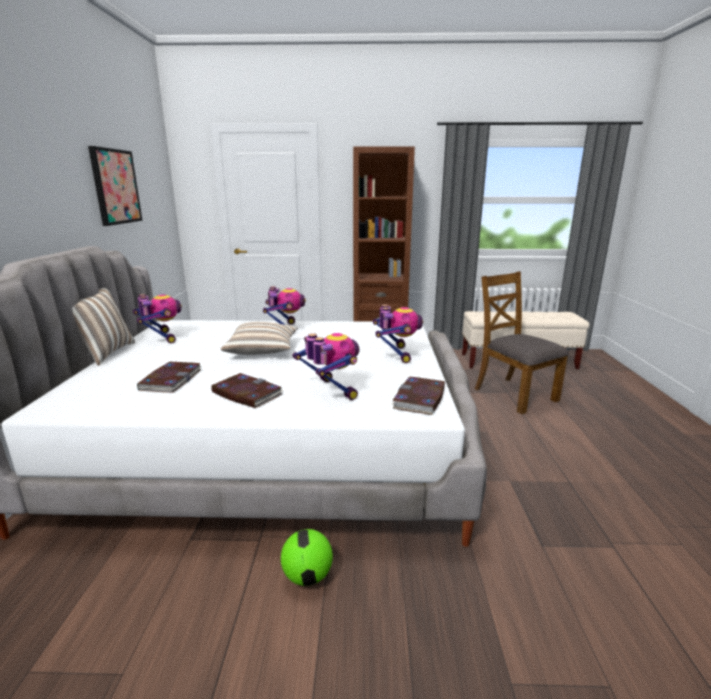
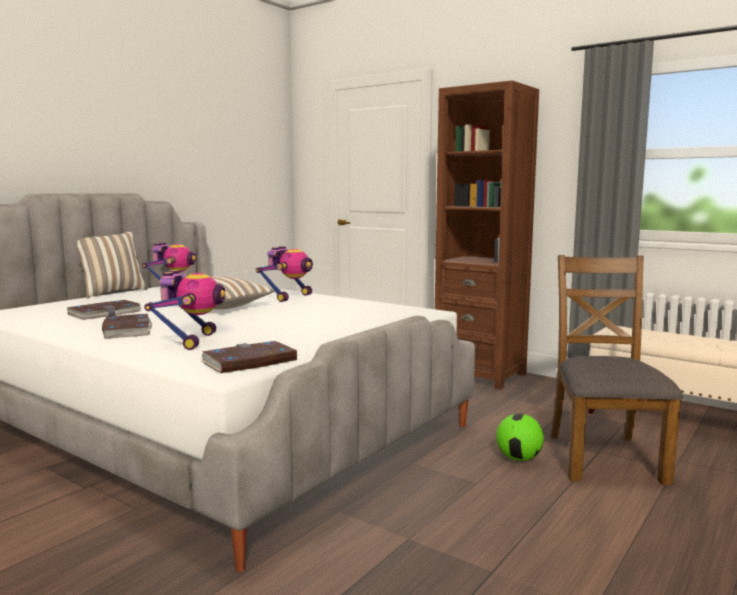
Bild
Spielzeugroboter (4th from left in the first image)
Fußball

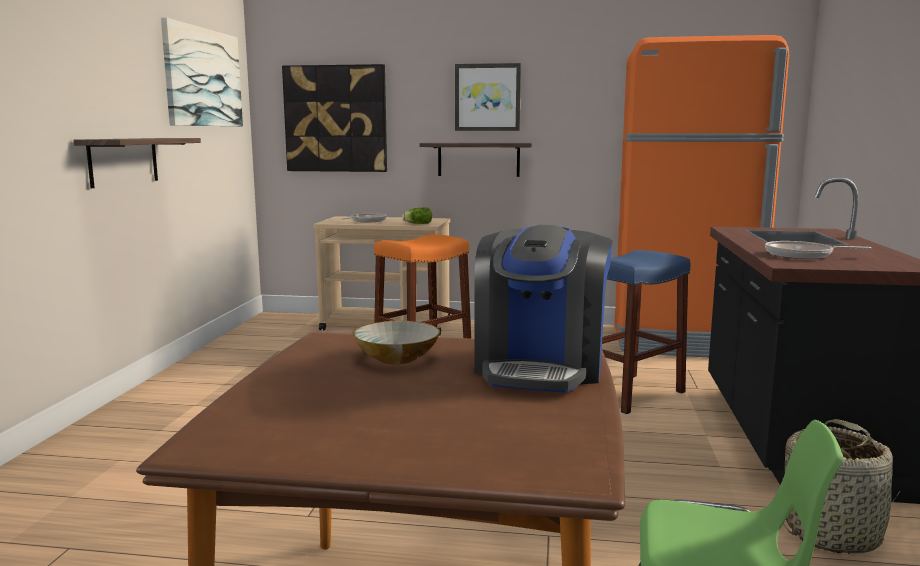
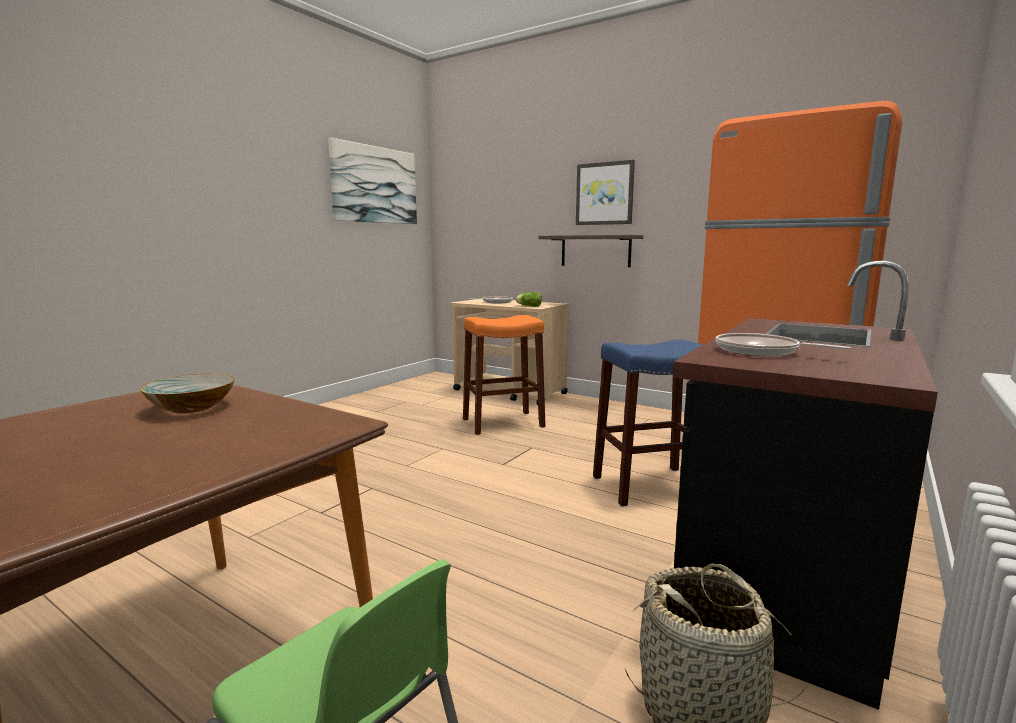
Wandregal (1st from left in the first image)
Bild (2nd from left in the first image)
Kaffeemaschine

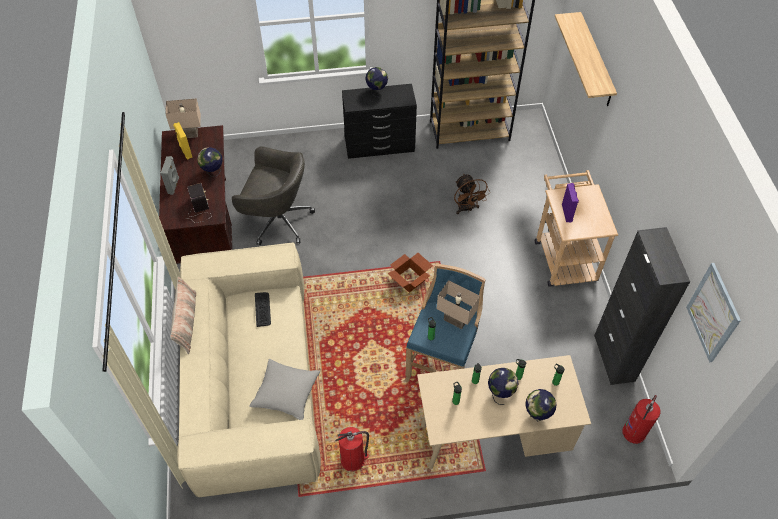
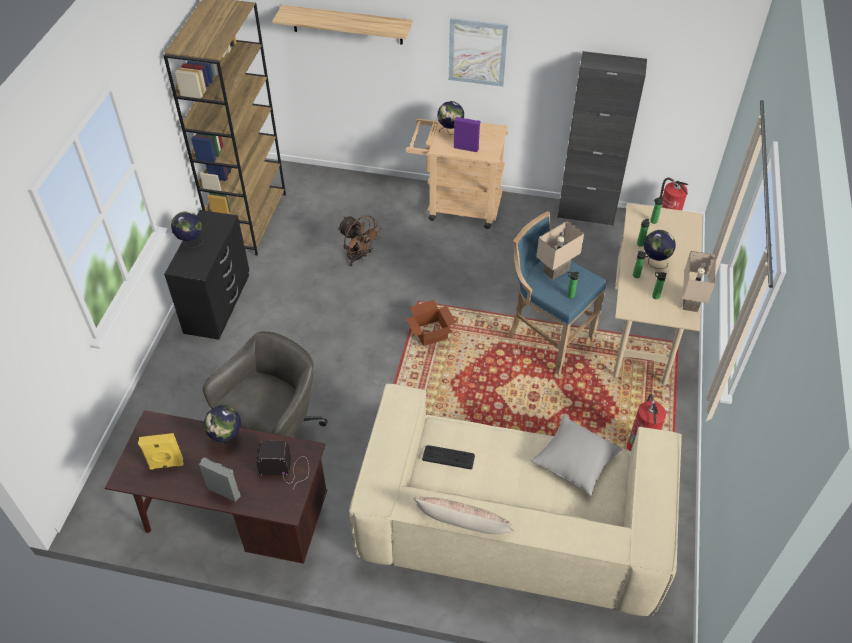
Tischlampe/beige (2nd from left)
Globus (3rd from left)
Bild
Ventilator/braun

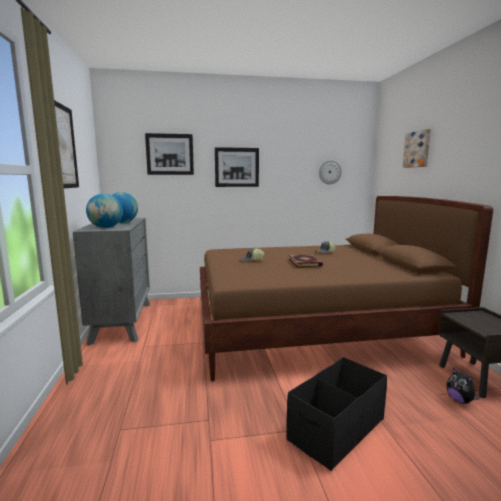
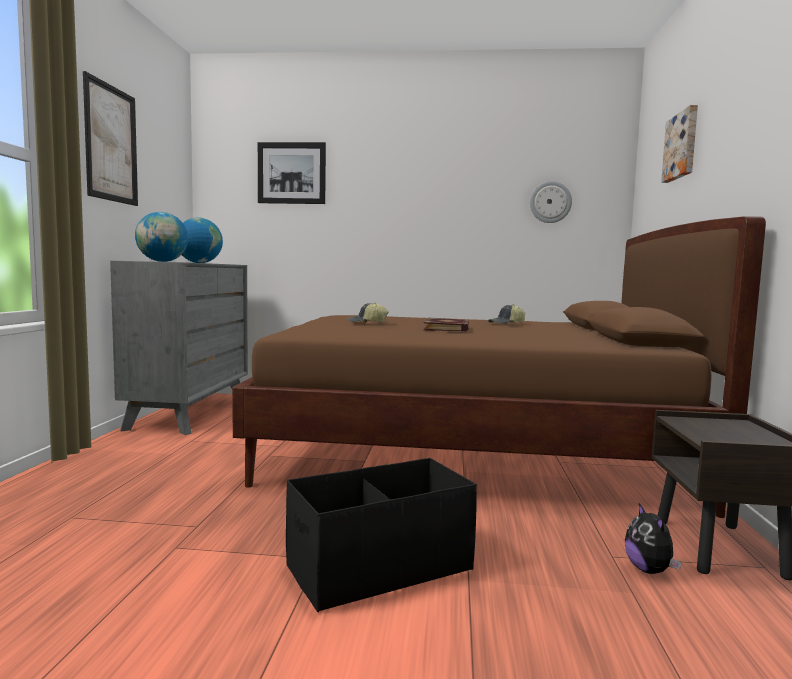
Bild (3rd from left in the first image)

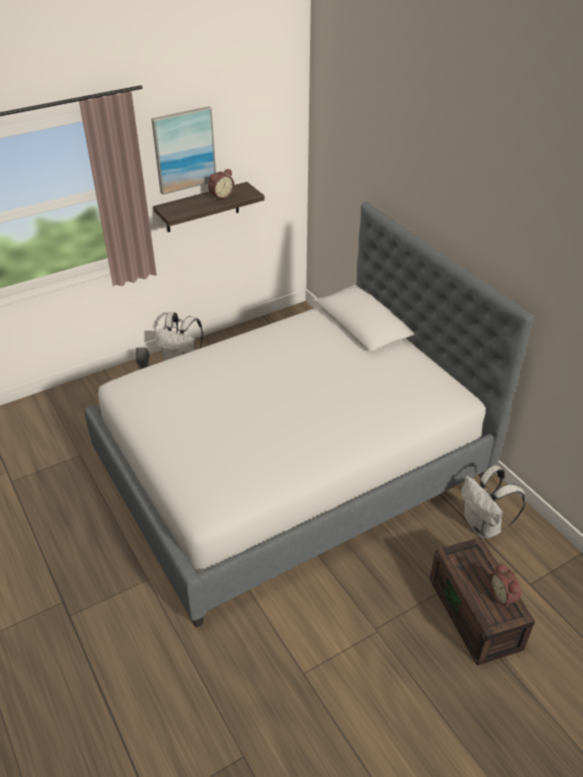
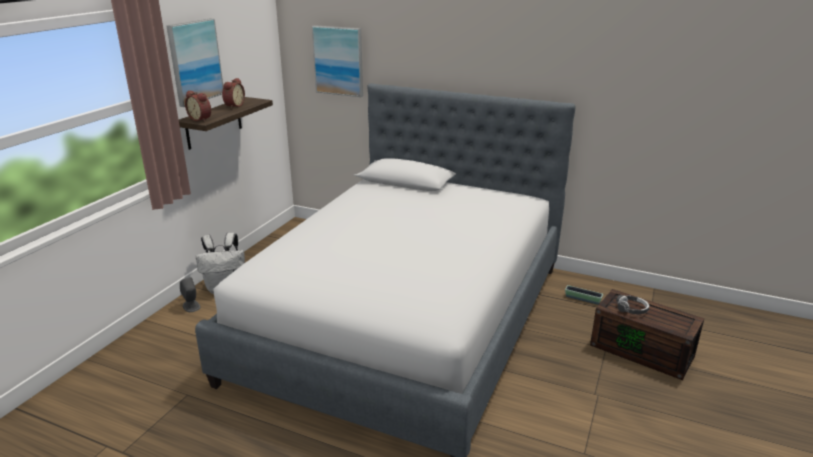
Bild (2nd from left)
Kopfhörer
Wecker (1st from left)
Pflanzkübel

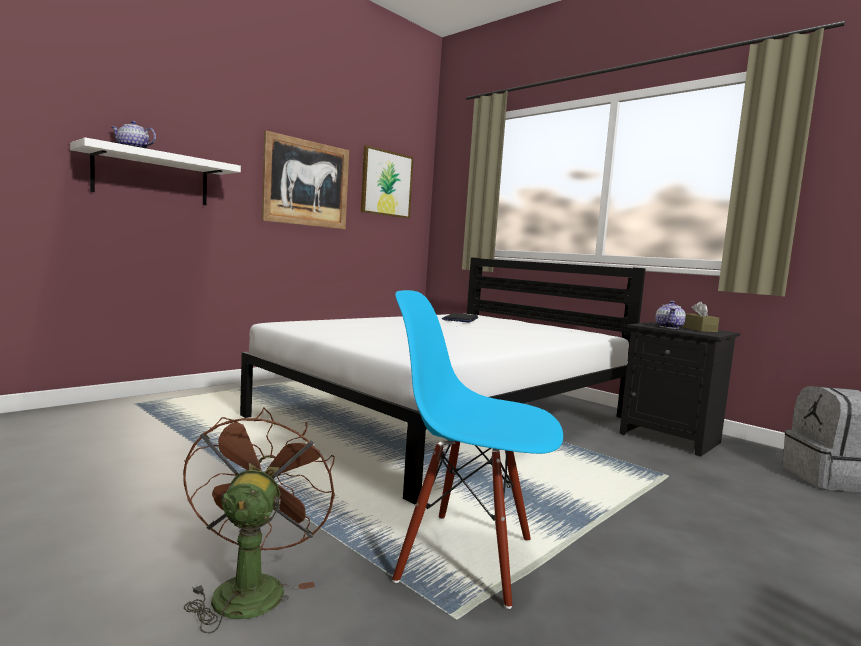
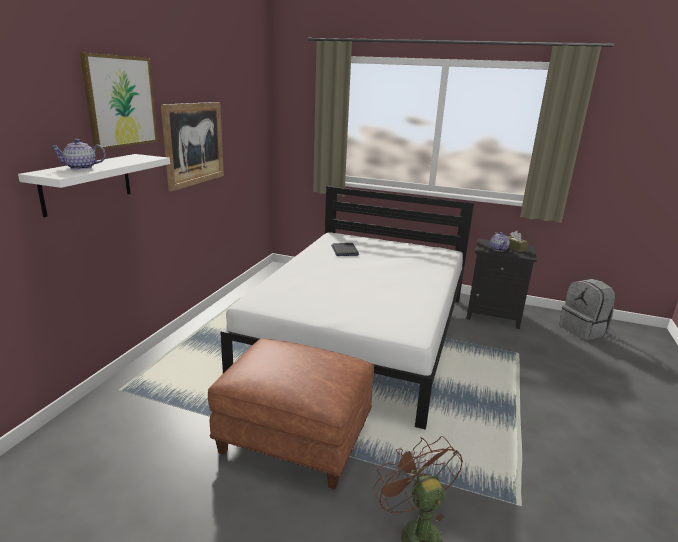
Stuhl/blau
Polsterhocker/braun
Bild (1st from left)

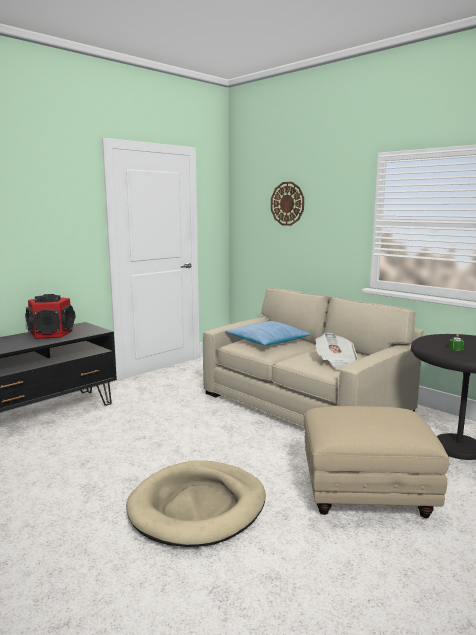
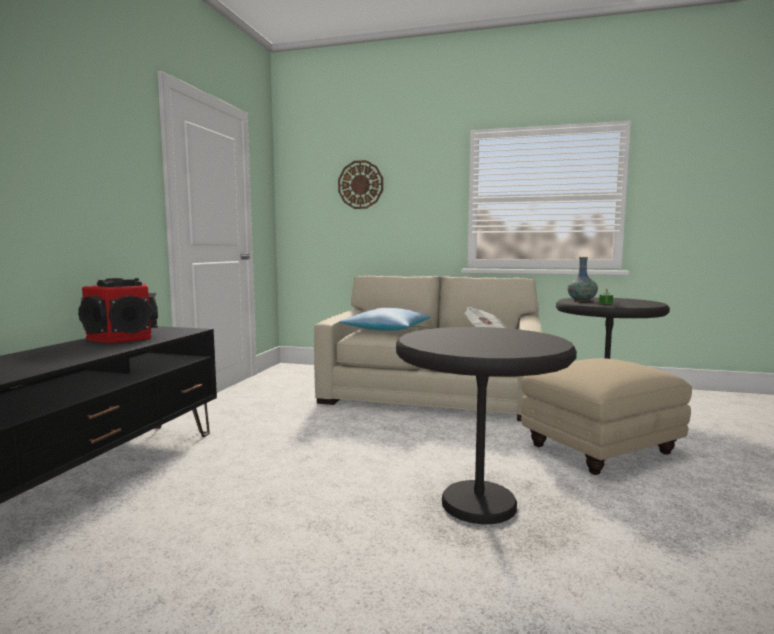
Vase
Beistelltisch/schwarz (1st from left)

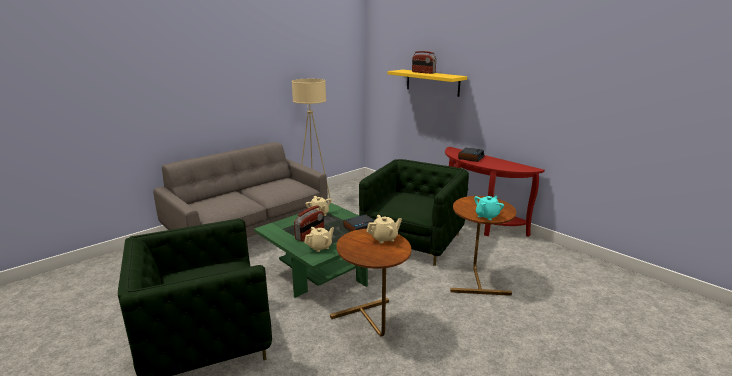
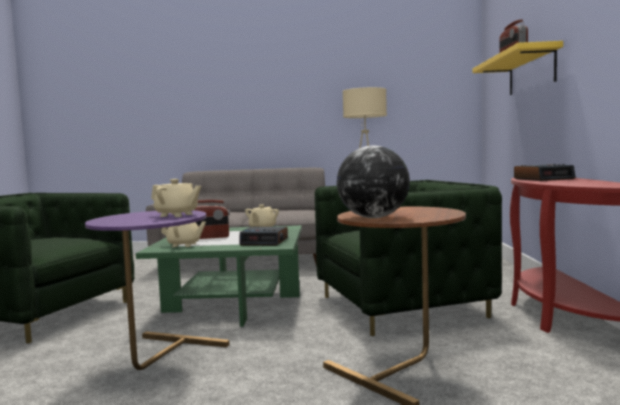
Globus
Beistelltisch/lila

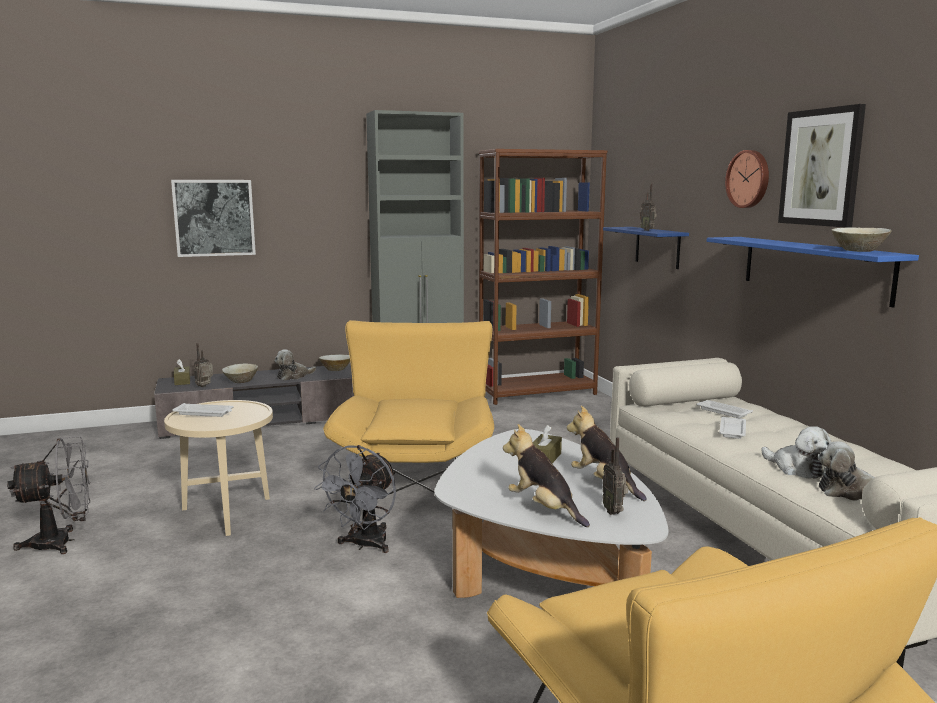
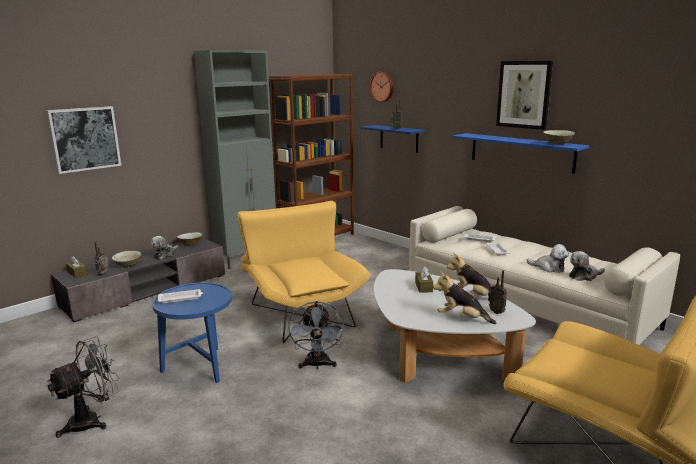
Wanduhr
Beistelltisch/blau

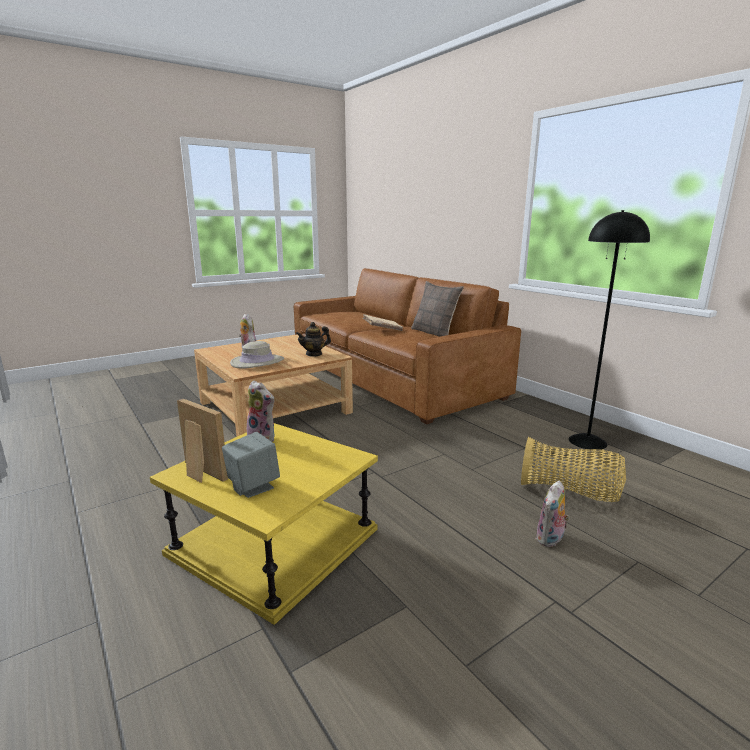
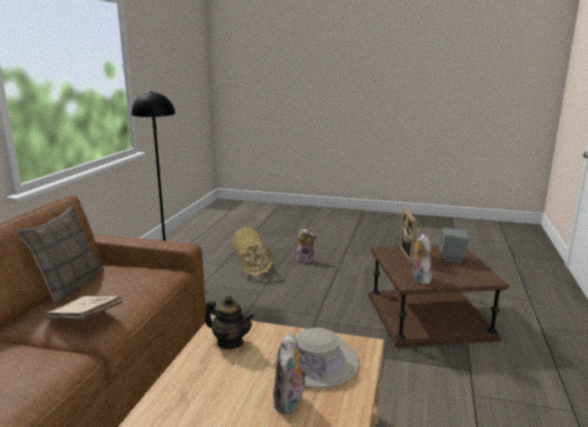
Bilderrahmen
Beistelltisch/braun

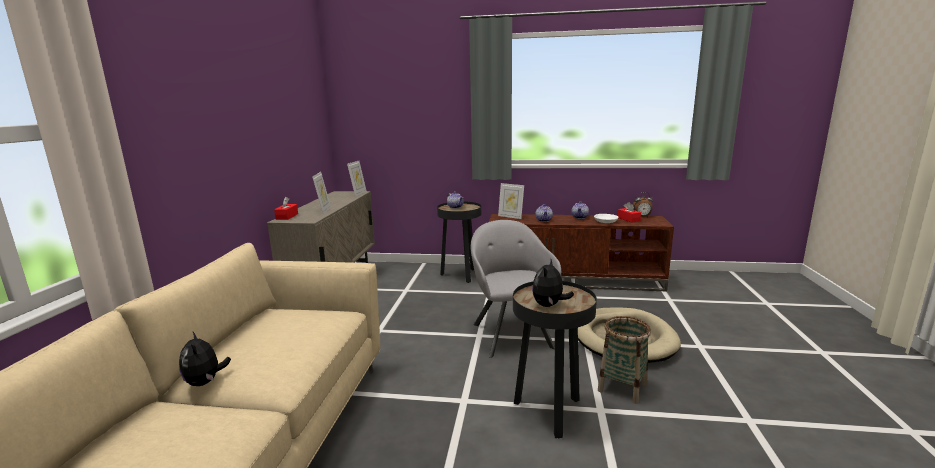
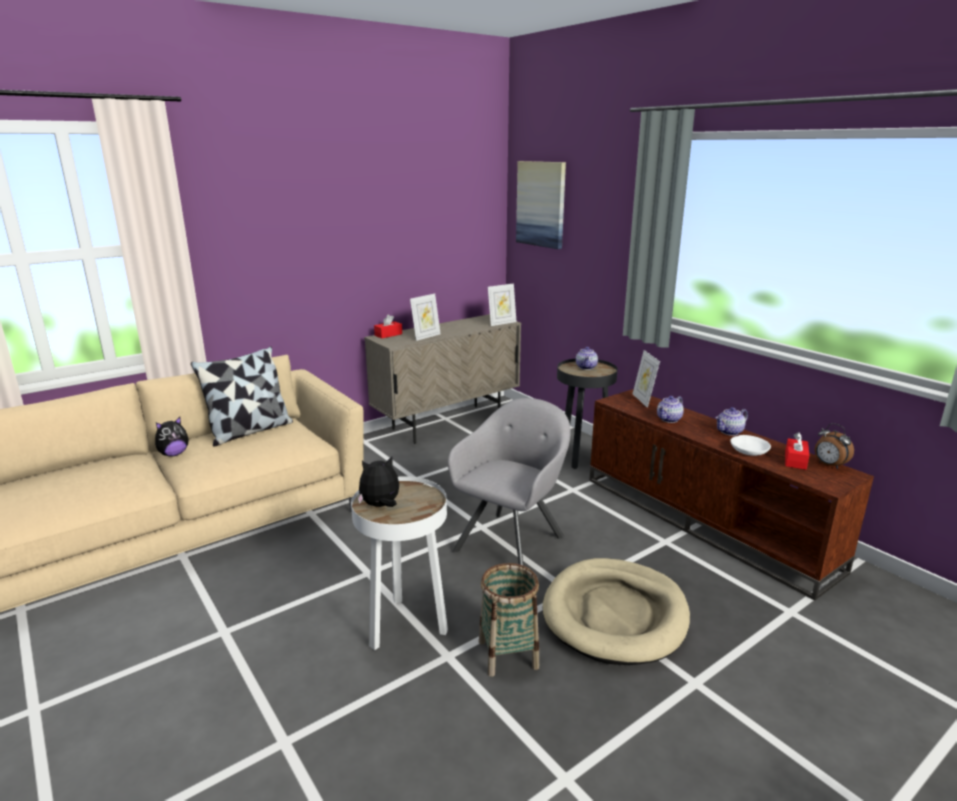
Kissen
Bild
Beistelltisch/weiß
Plüschtier (1st from left)

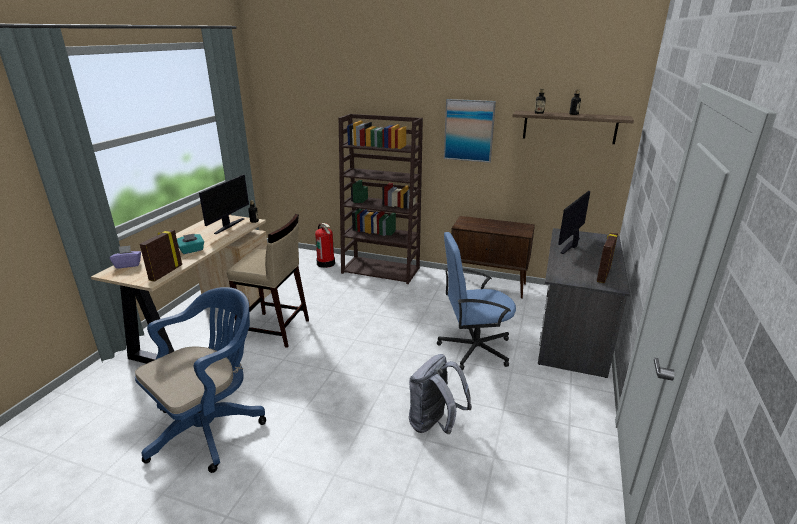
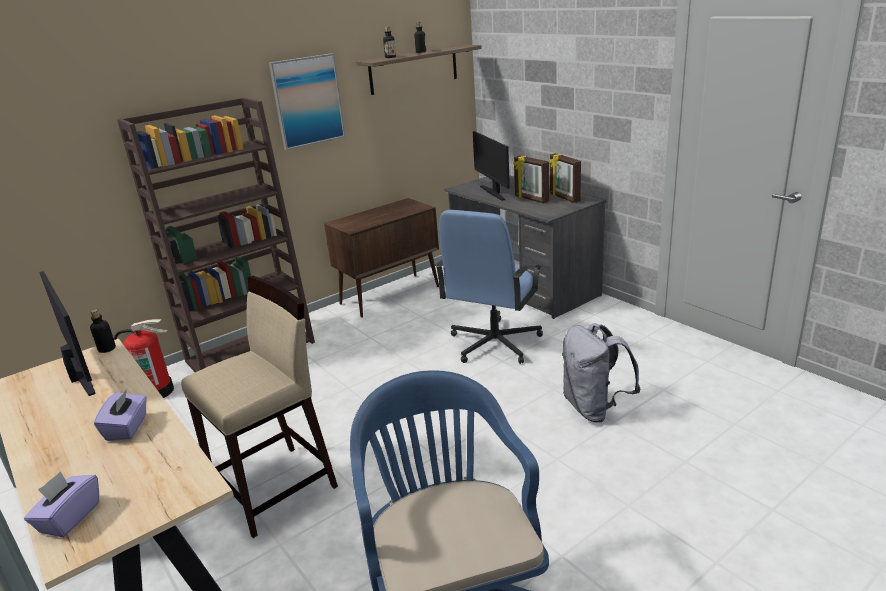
Bilderrahmen (1st from left)
Taschentuchbox/lila (2nd from left)

